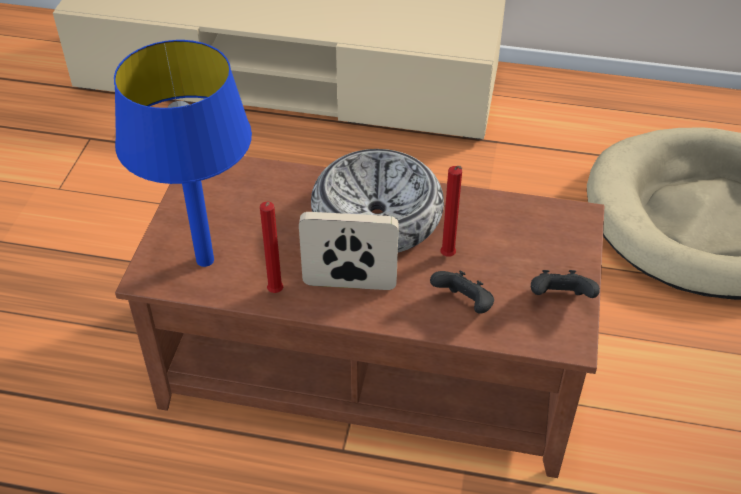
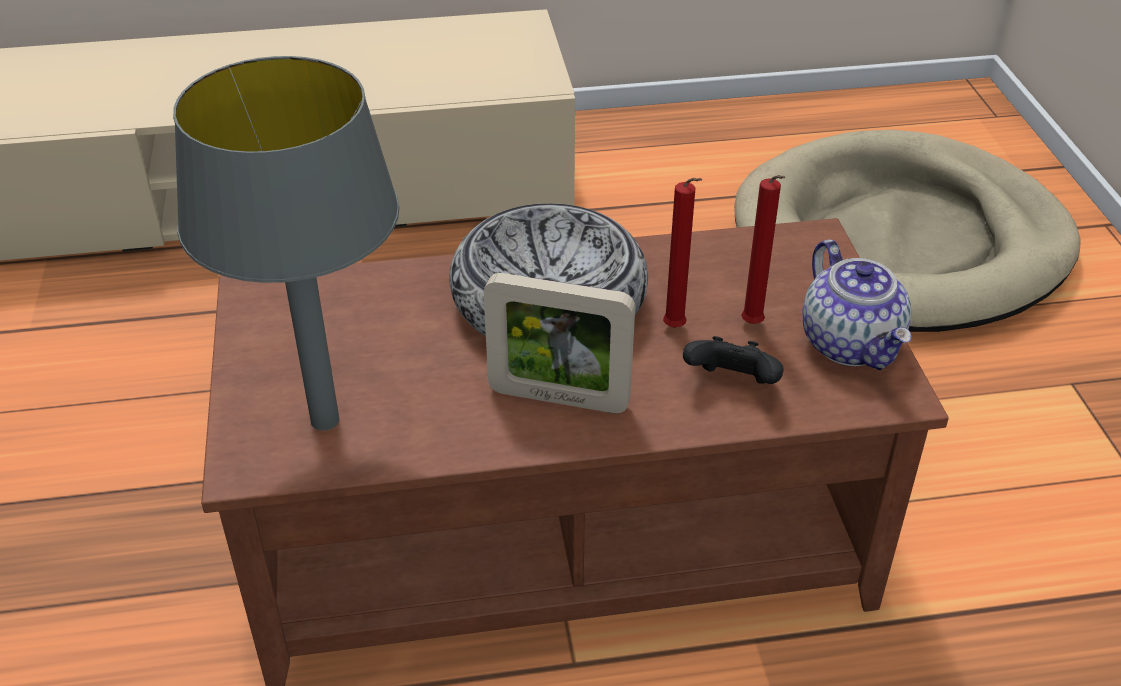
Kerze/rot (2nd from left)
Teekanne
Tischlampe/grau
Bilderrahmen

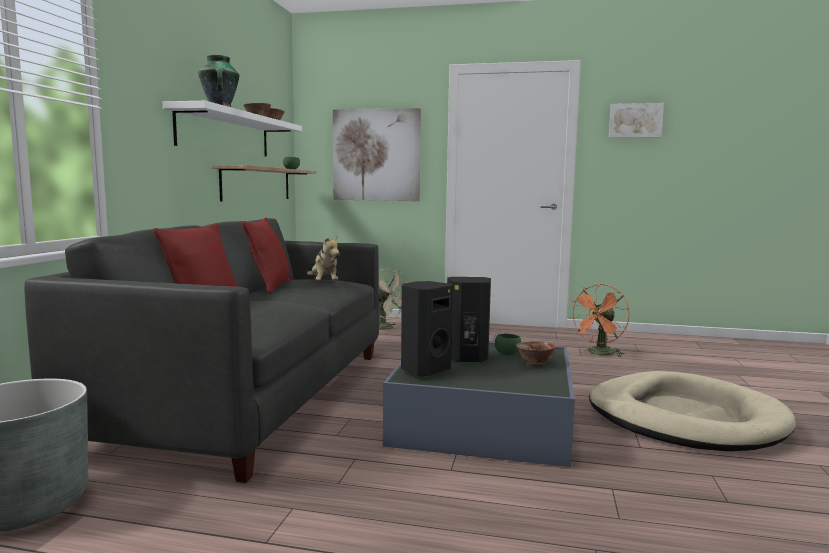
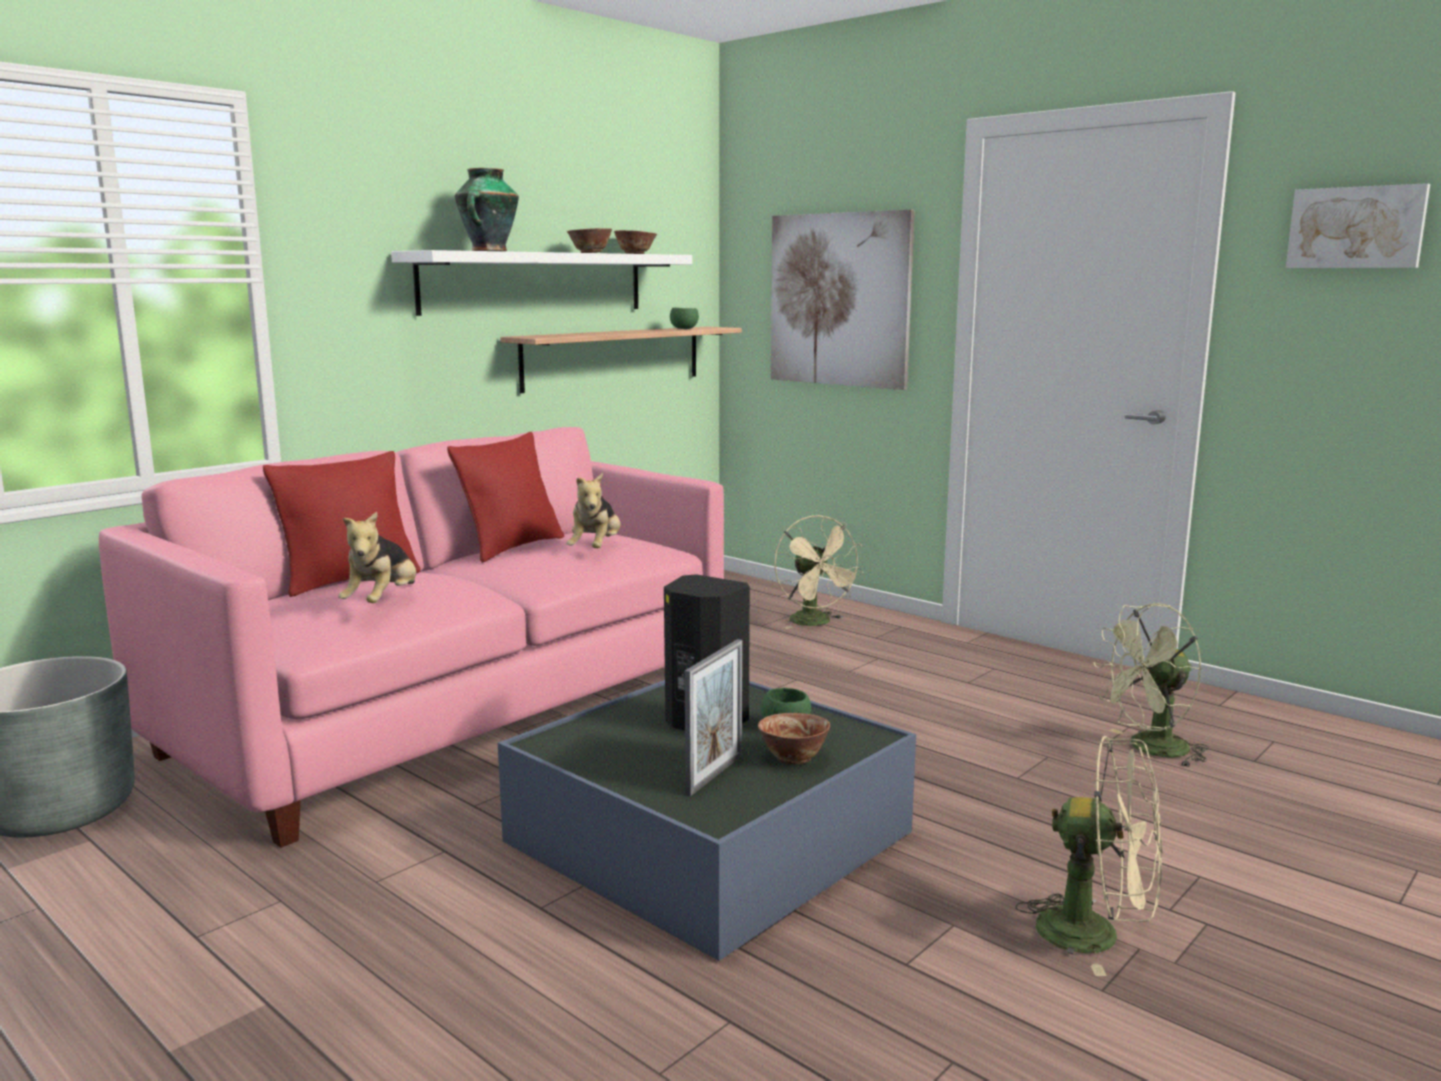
Lautsprecher/schwarz (1st from left in the first image)
Plüschtier (1st from left)
Bilderrahmen
Ventilator/beige (2nd from left)
Sofa/rosa
Ventilator/grün

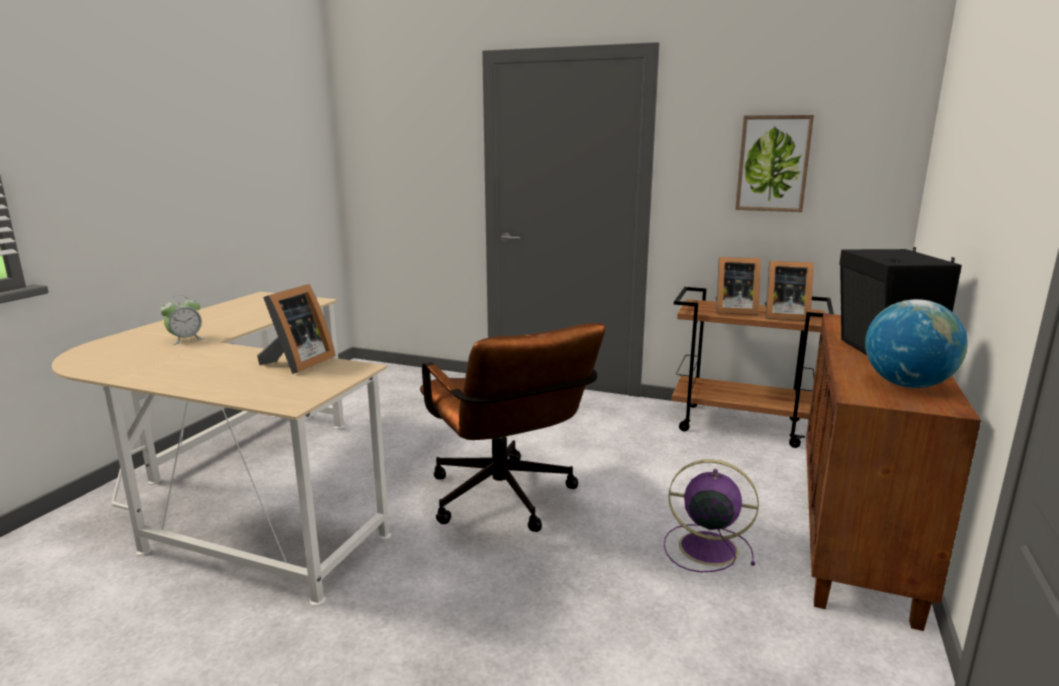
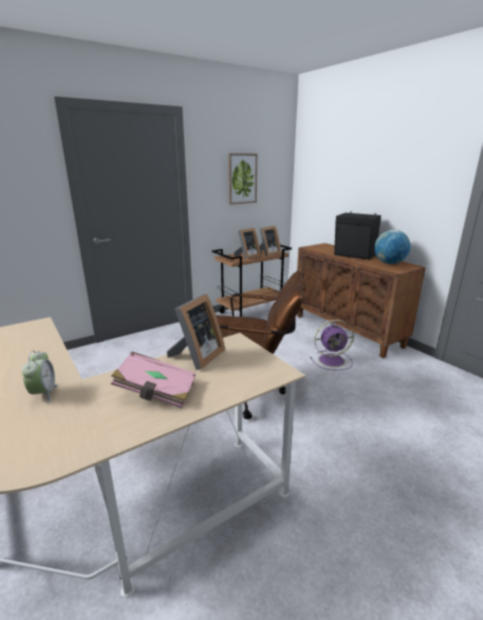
Buch/rosa
Bilderrahmen (1st from left)
Ventilator/lila

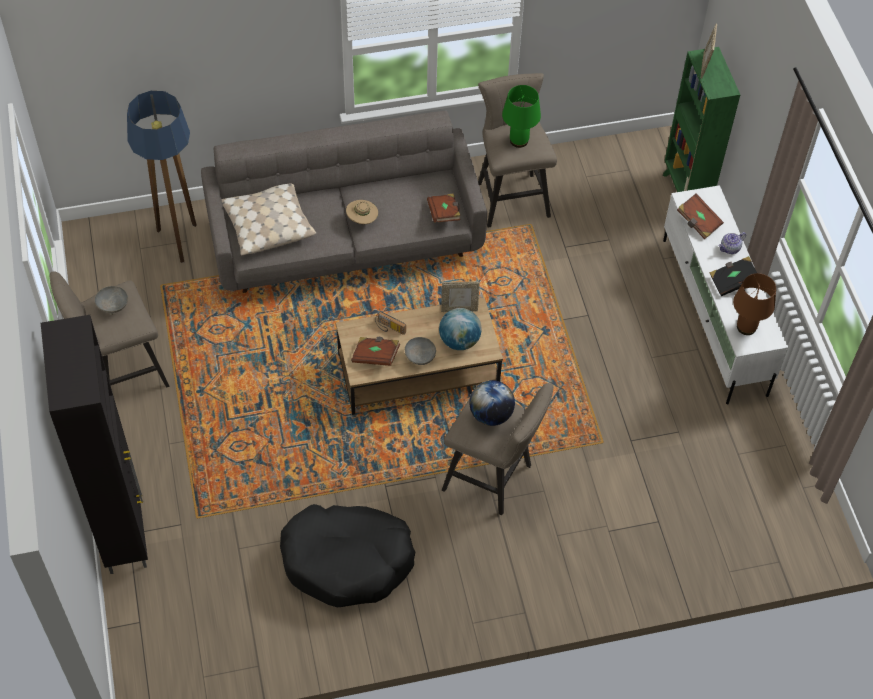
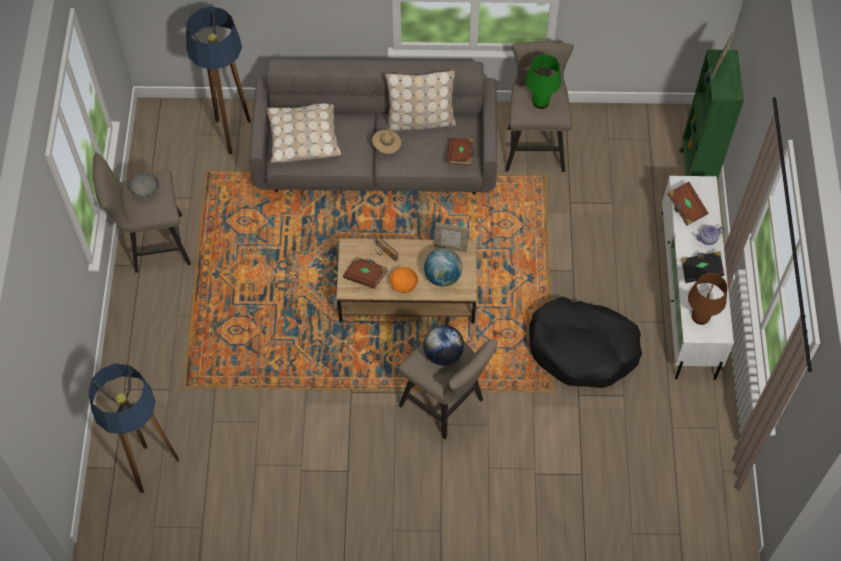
Schrank/schwarz
Stehlampe (1st from left)
Kissen/beige (2nd from left)
Hundebett/schwarz
Schüssel/orange

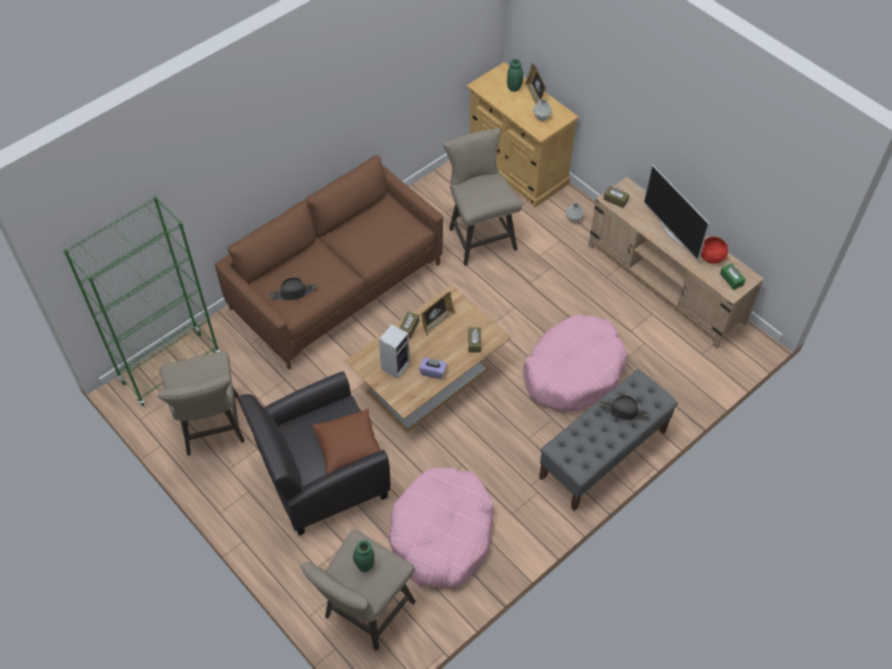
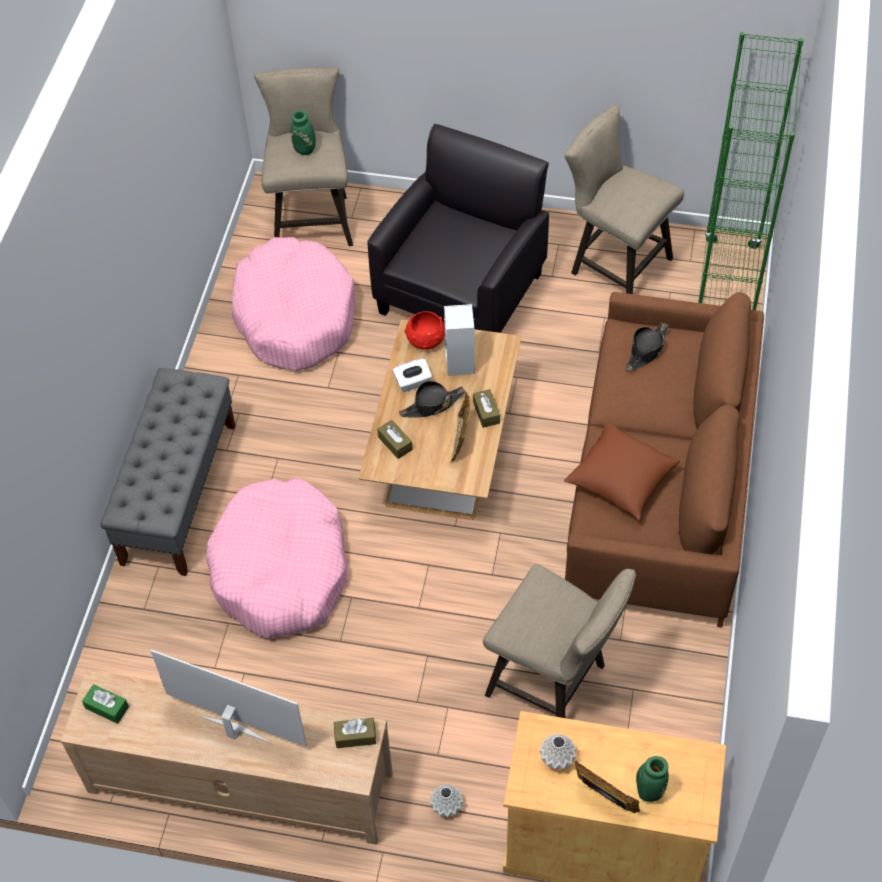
Kissen/braun
Hut/schwarz (1st from left)
Schüssel/rot
Taschentuchbox/weiß

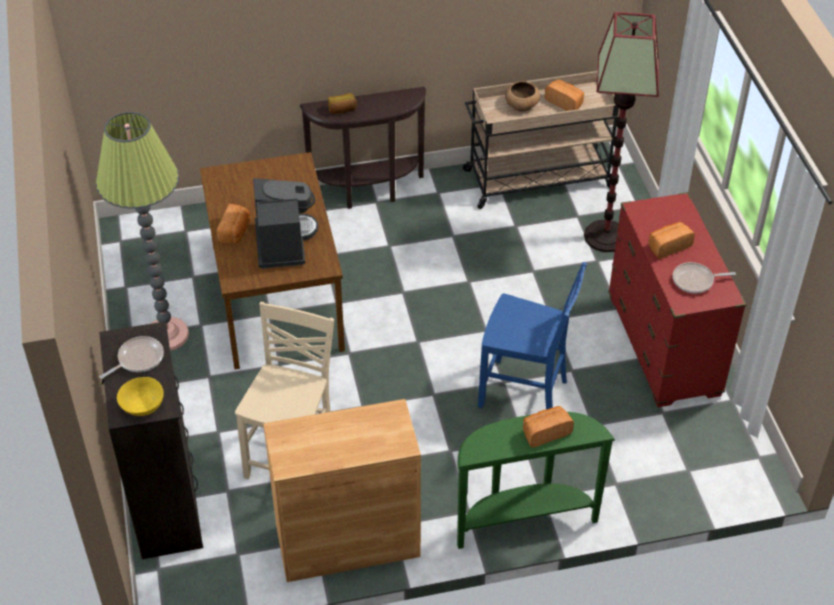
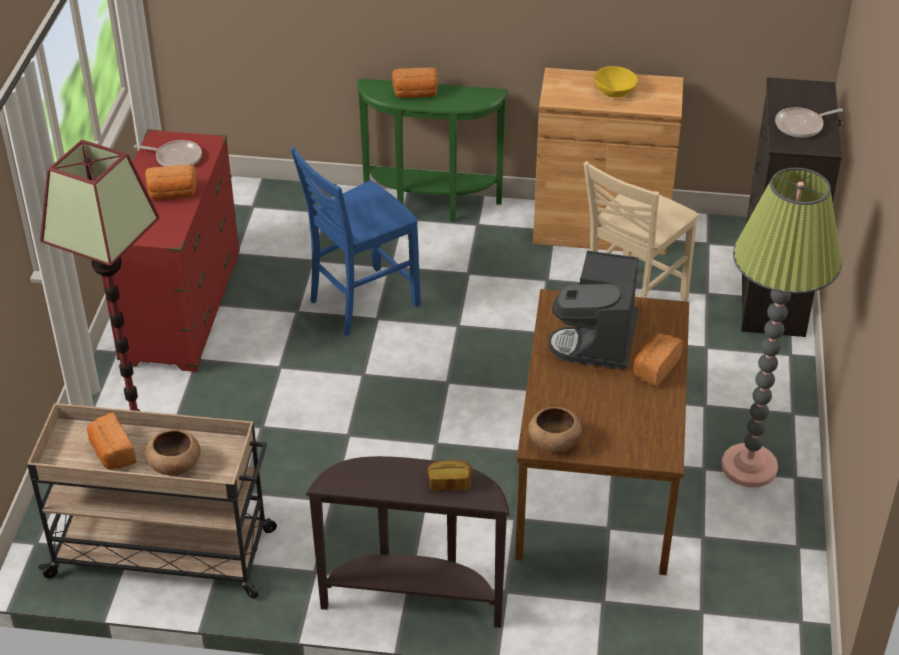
Schüssel/braun (2nd from left)
Schüssel/gelb
Stuhl/blau

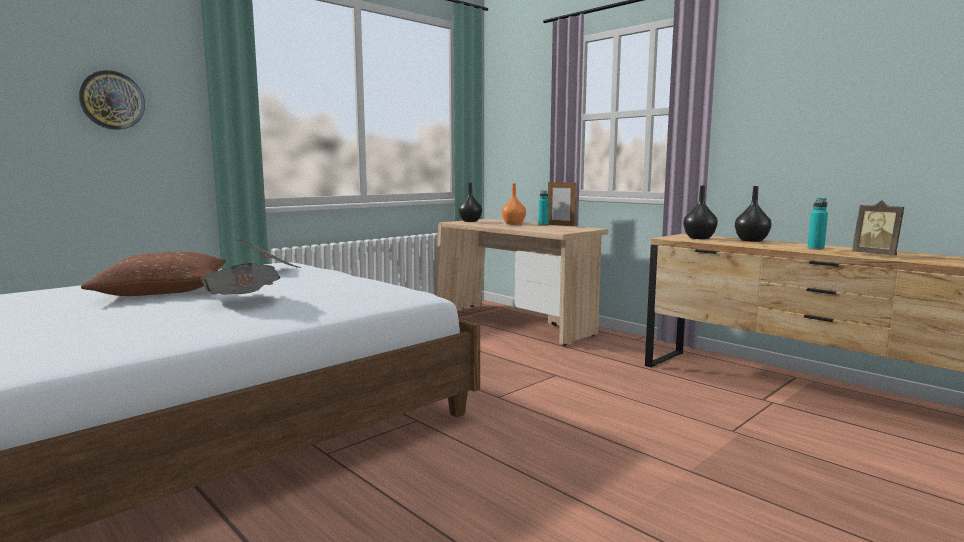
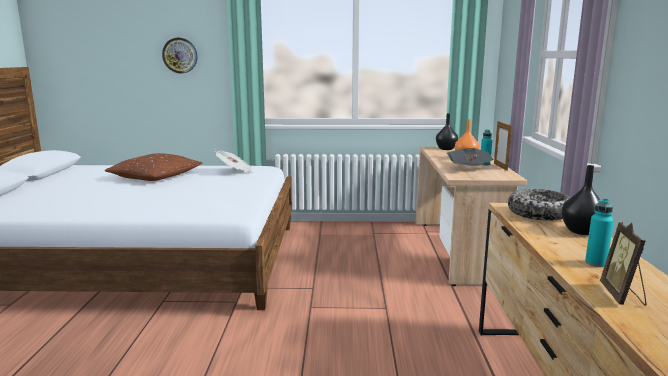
Zeitung (2nd from left)
Schüssel

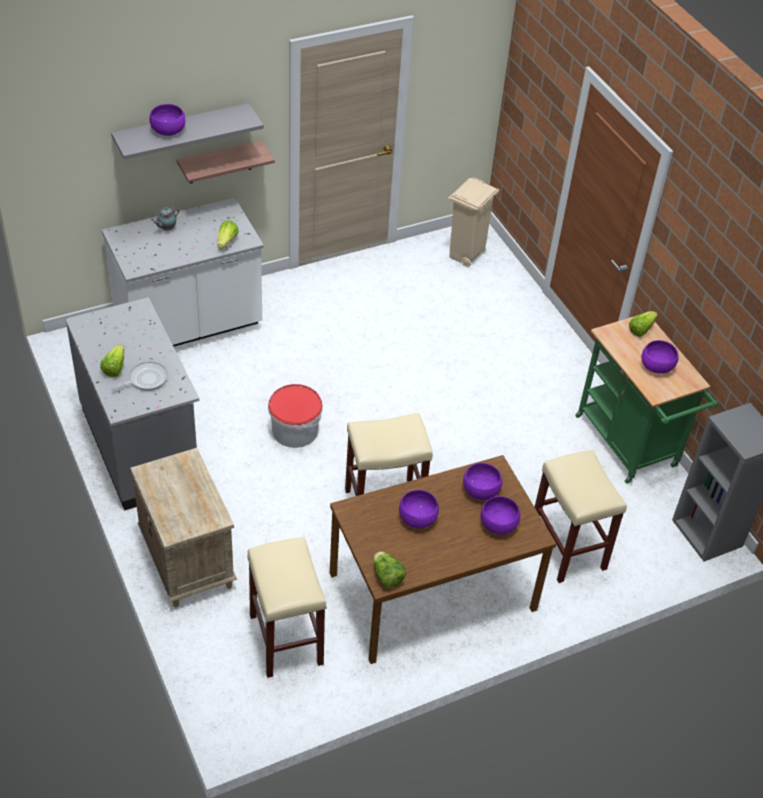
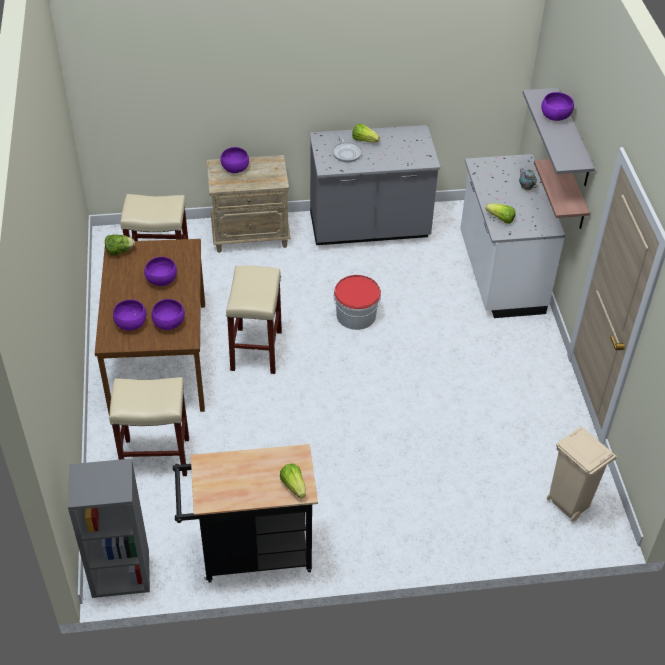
Schüssel/lila (4th from left)
Rollwagen/schwarz

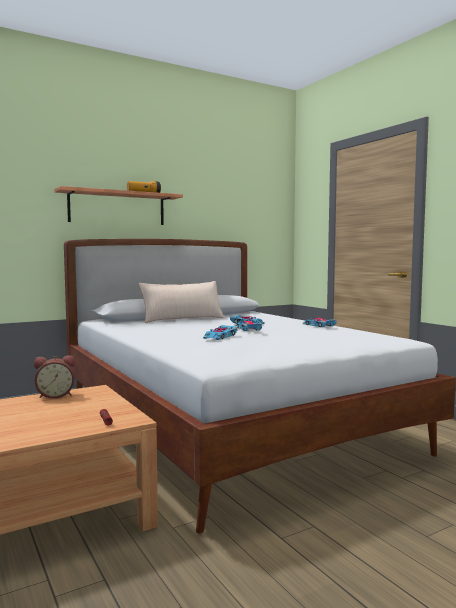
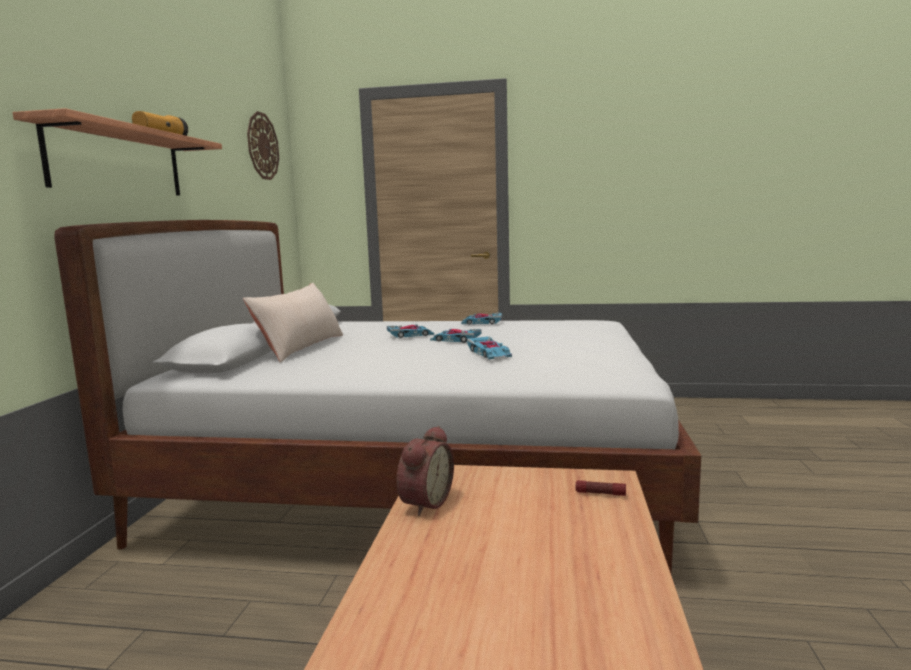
Wanduhr

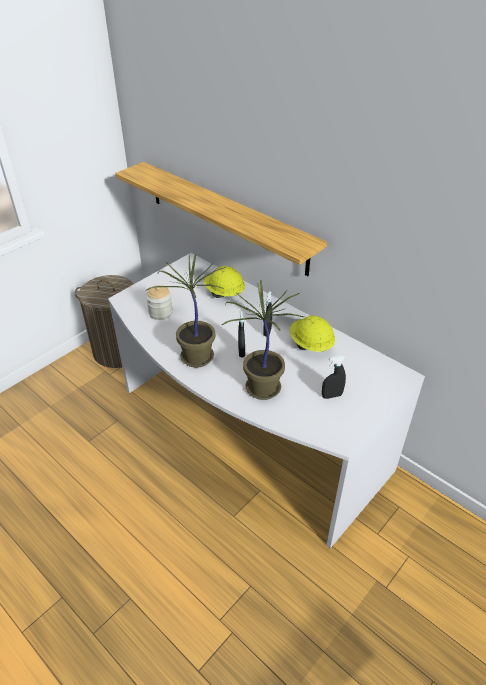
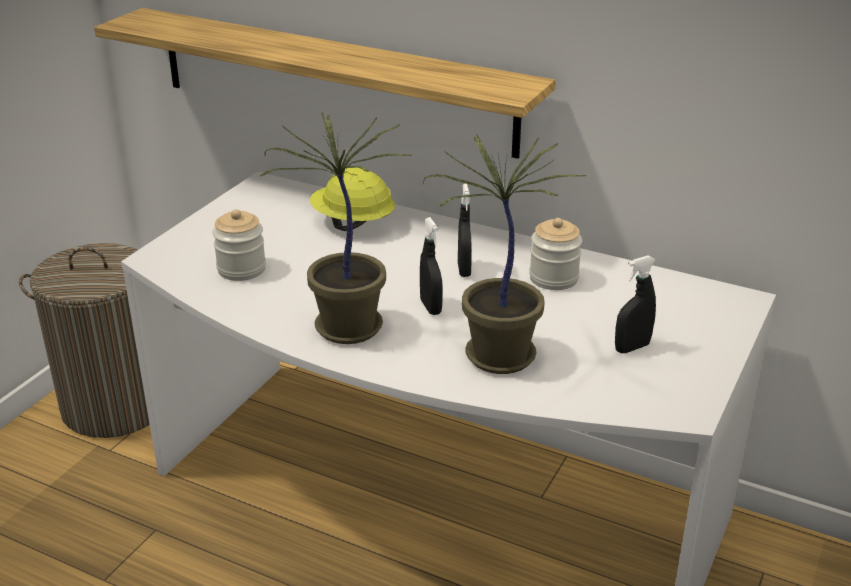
Vorratsglas (2nd from left)

